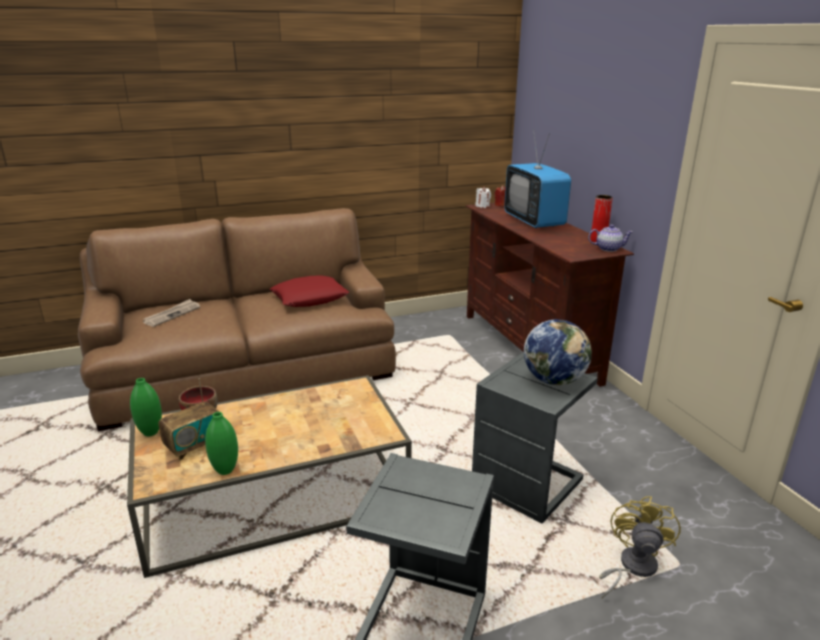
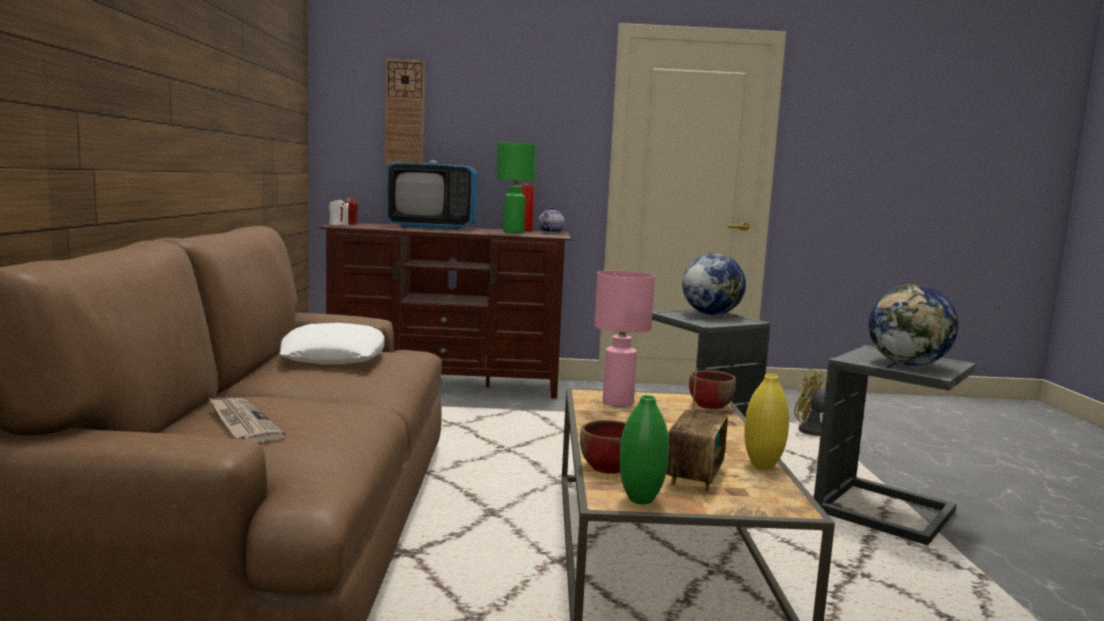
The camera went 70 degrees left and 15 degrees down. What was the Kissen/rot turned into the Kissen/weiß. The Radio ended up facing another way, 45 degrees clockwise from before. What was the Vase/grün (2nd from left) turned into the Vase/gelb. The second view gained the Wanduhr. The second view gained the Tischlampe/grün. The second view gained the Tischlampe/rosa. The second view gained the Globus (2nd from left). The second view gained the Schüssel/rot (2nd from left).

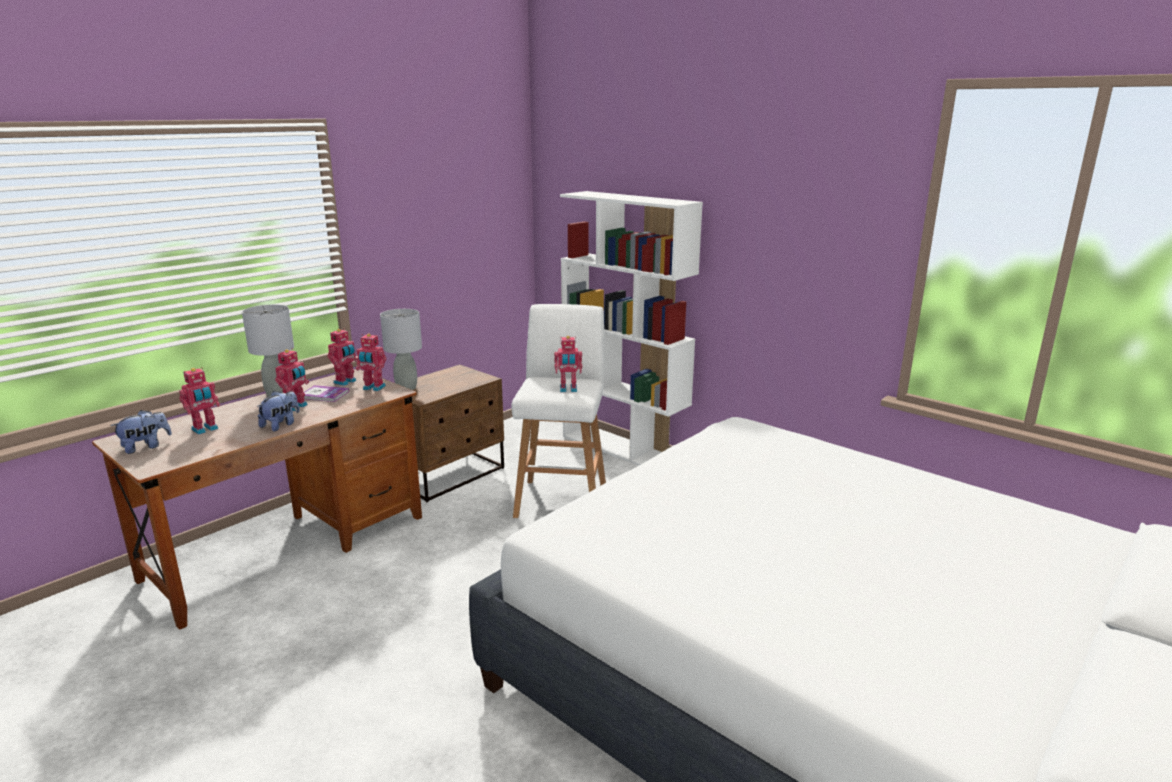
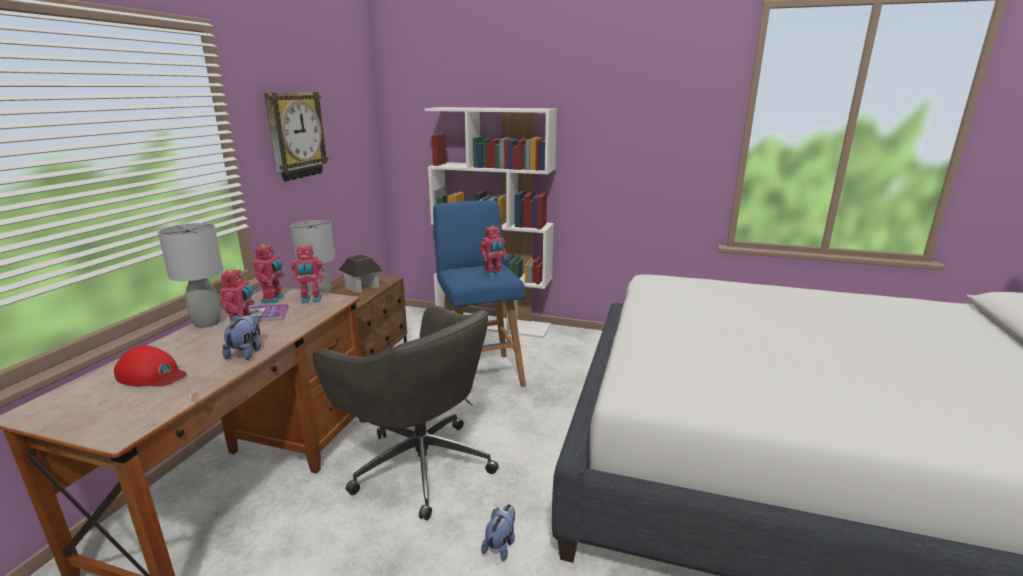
The camera went 25 degrees left and 0 degrees up. What was the Hocker/weiß turned into the Hocker/blau. Where the Spielzeugroboter (1st from left) stood, the Kappe/rot came to stand. The Plüschtier (1st from left in the first image) ended up elsewhere. The second view gained the Wanduhr. The second view gained the Spielzeughaus. The second view gained the Bürostuhl/grau.

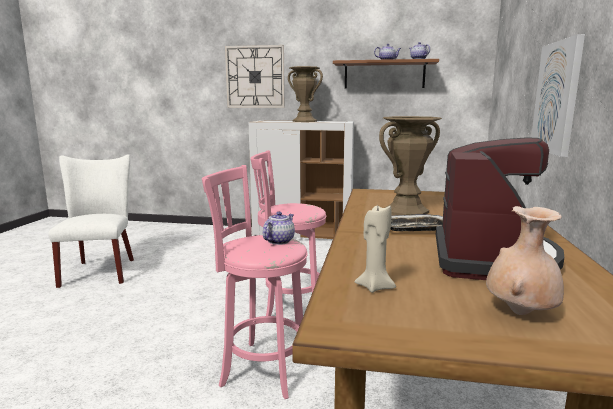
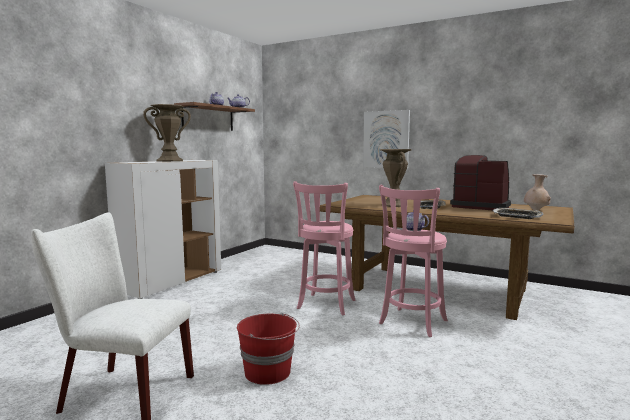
The camera went 70 degrees left and 5 degrees down. The second view lost the Wanduhr. Where the Kerze/beige stood, the Tablett (2nd from left) came to stand. The second view gained the Eimer/rot.

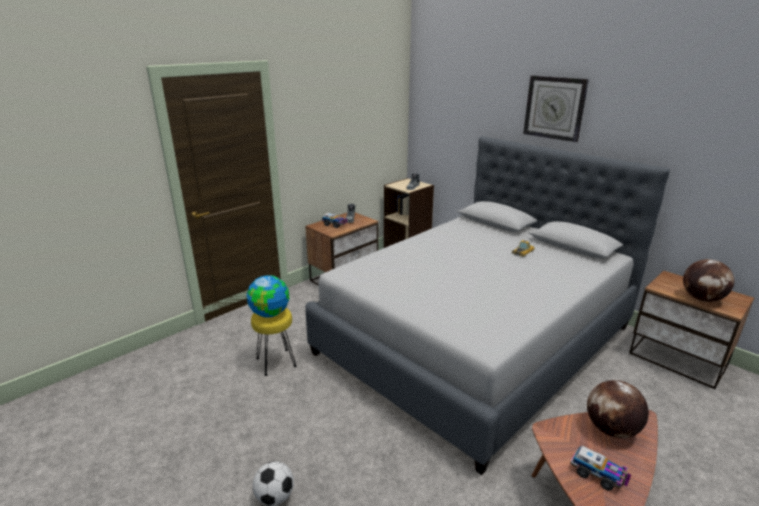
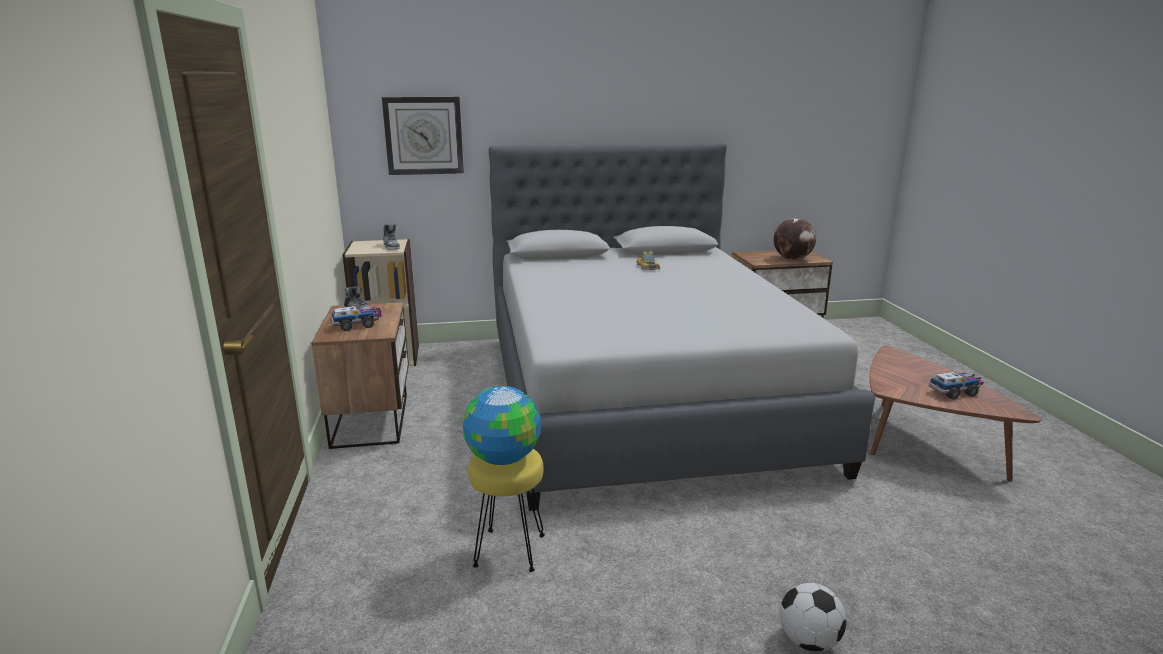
The camera went 55 degrees left and 5 degrees down. The Wanduhr ended up elsewhere. The second view lost the Globus (2nd from left).

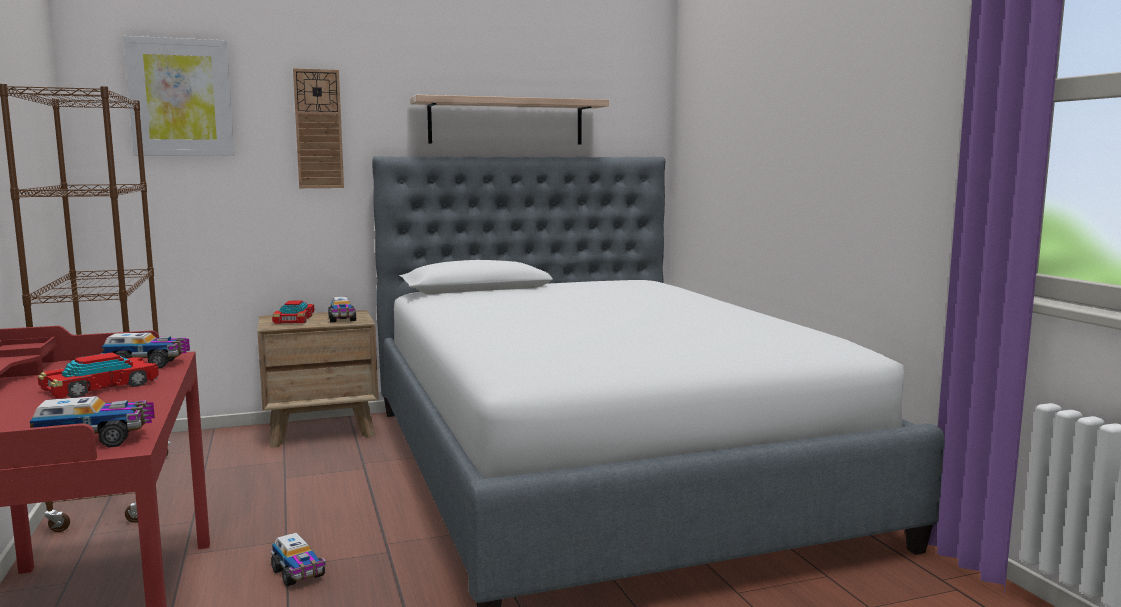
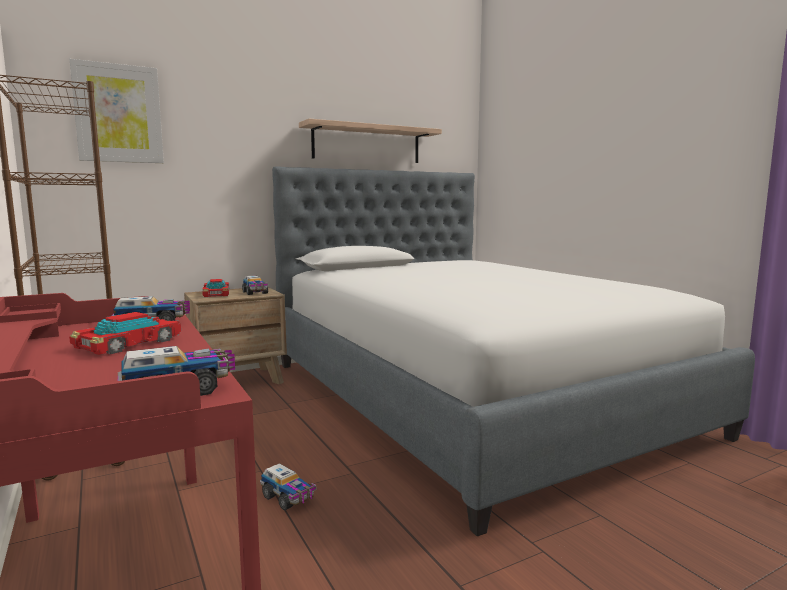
The camera went 10 degrees left and 0 degrees up. The second view lost the Wanduhr.

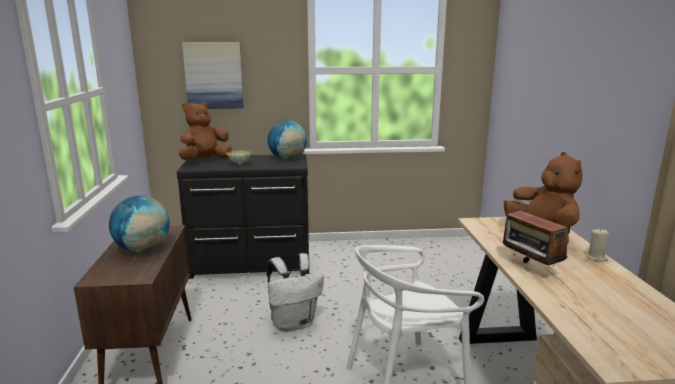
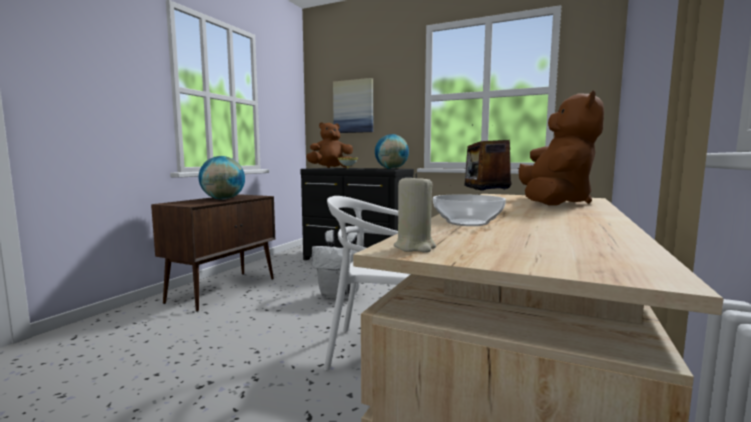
The camera went 30 degrees right and 10 degrees down. The Kerze/beige ended up elsewhere. The second view gained the Schüssel (2nd from left).

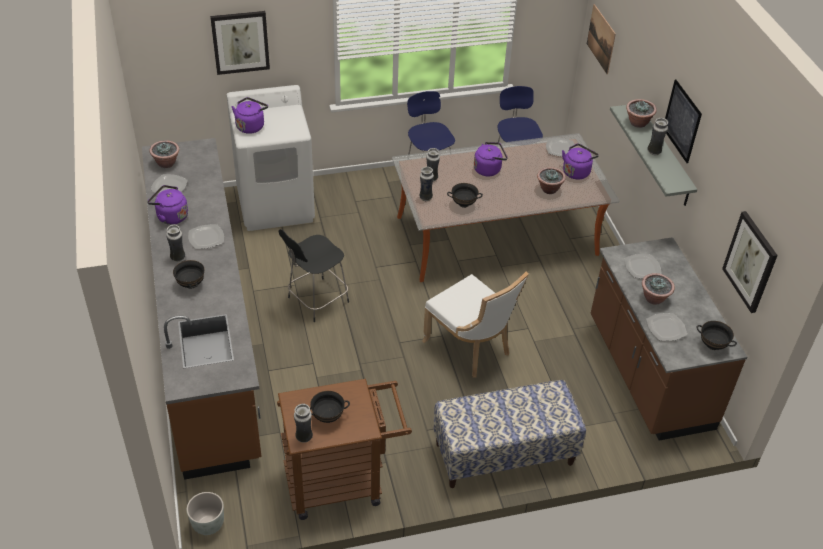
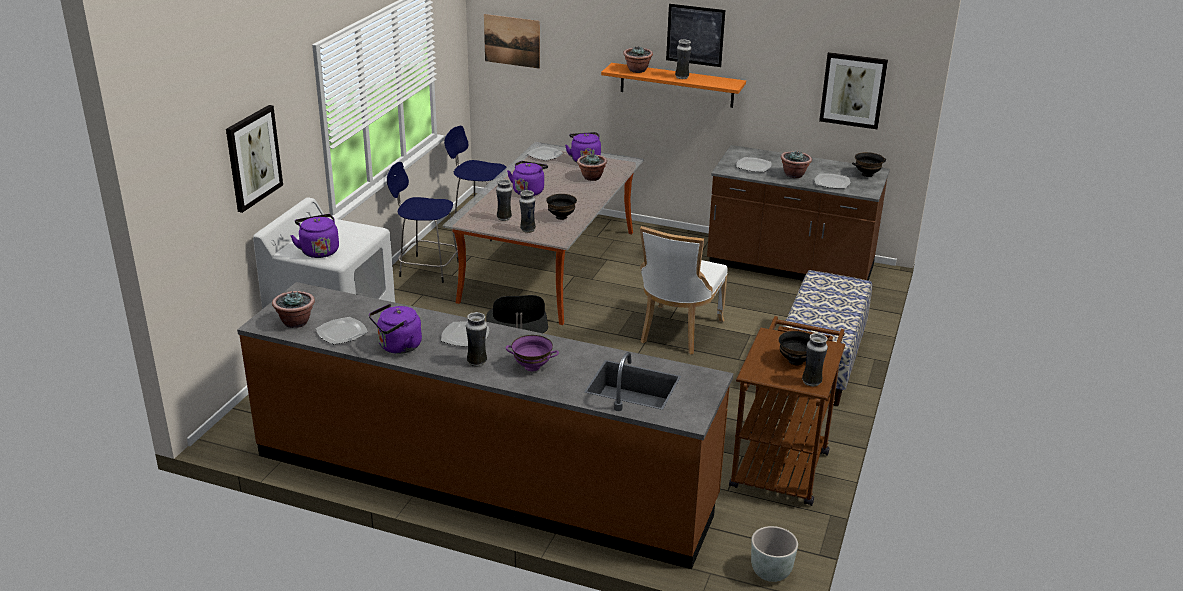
The camera went 55 degrees left and 15 degrees down. What was the Wandregal/grau turned into the Wandregal/orange. What was the Schüssel/schwarz (1st from left) turned into the Schüssel/lila. The Stuhl/weiß ended up facing another way, 120 degrees clockwise from before.

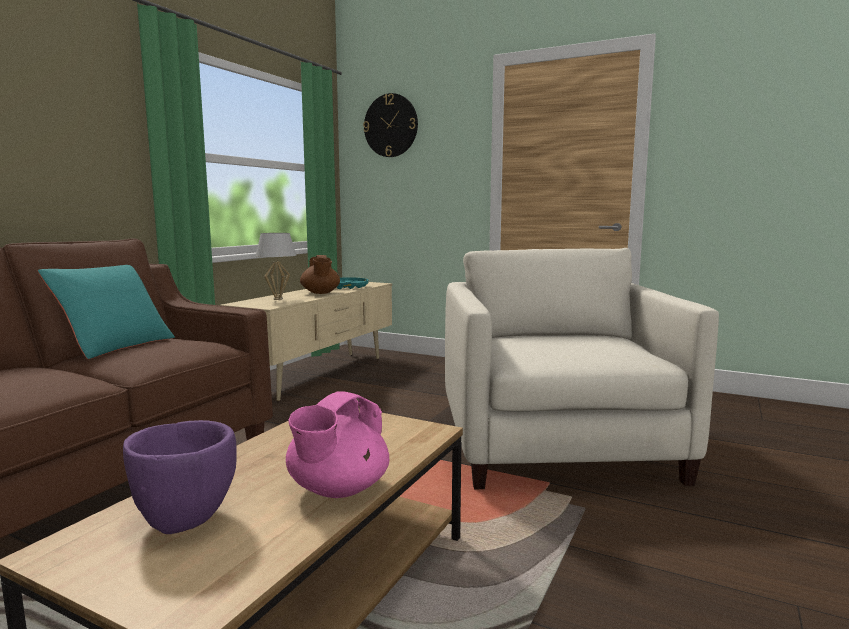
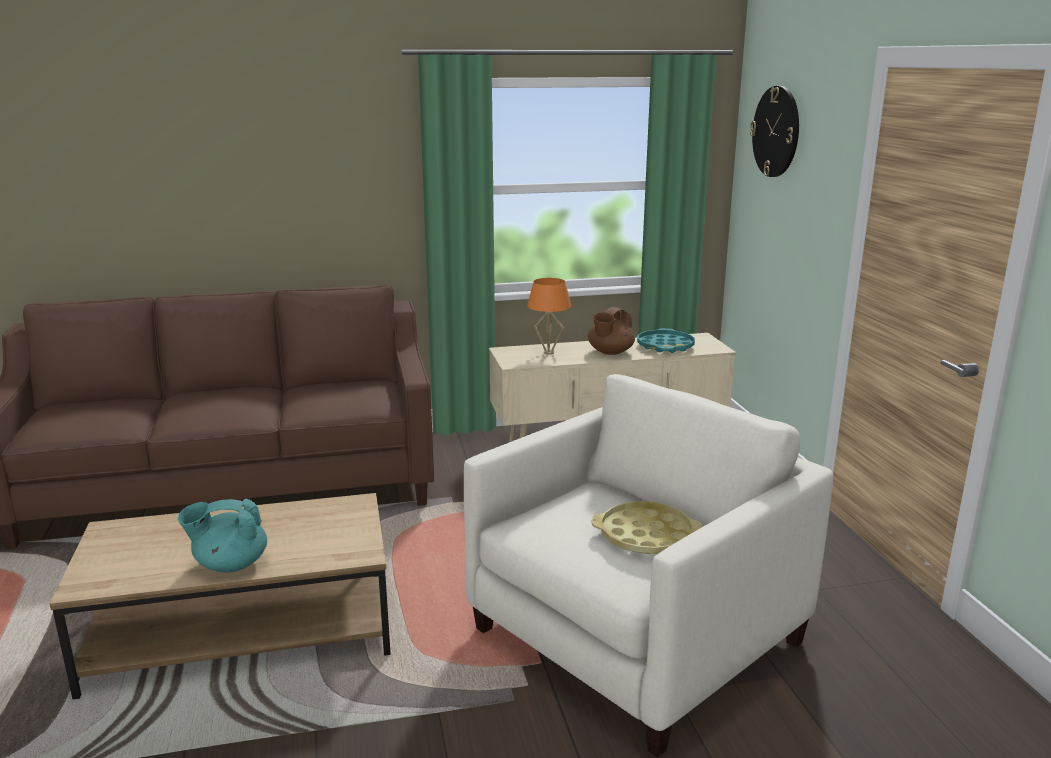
The camera went 50 degrees right and 10 degrees up. What was the Tischlampe/weiß turned into the Tischlampe/orange. The second view lost the Kissen/türkis. What was the Teekanne/rosa turned into the Teekanne/türkis. The second view lost the Schüssel/lila. The second view gained the Tablett/gelb.

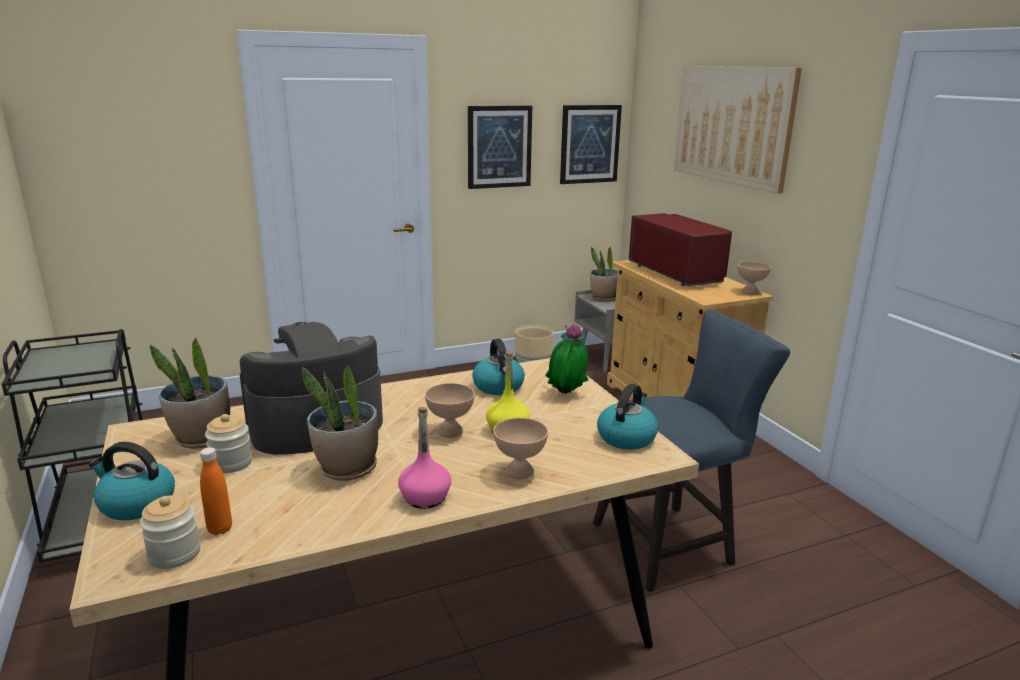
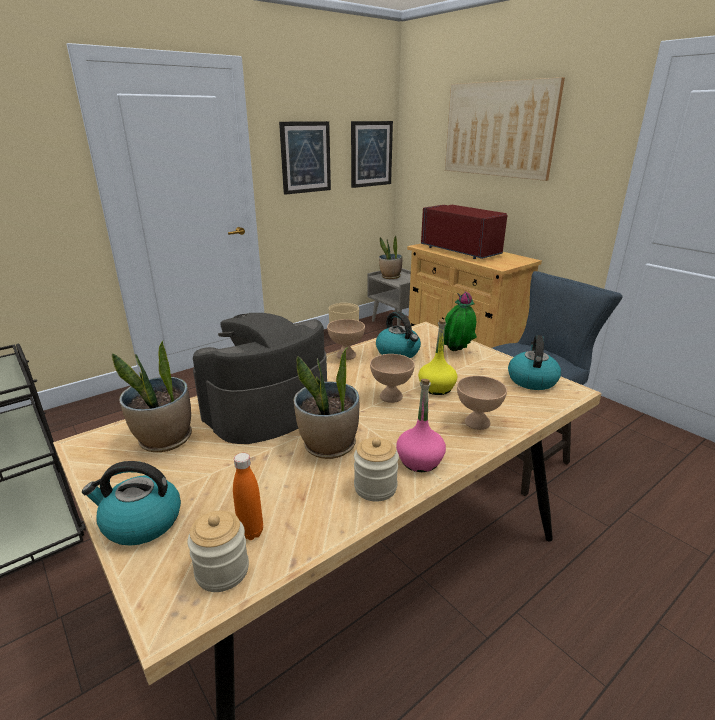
The camera went 15 degrees left and 5 degrees up. The Schüssel/beige (3rd from left in the first image) ended up elsewhere. The Vorratsglas (2nd from left) ended up elsewhere.

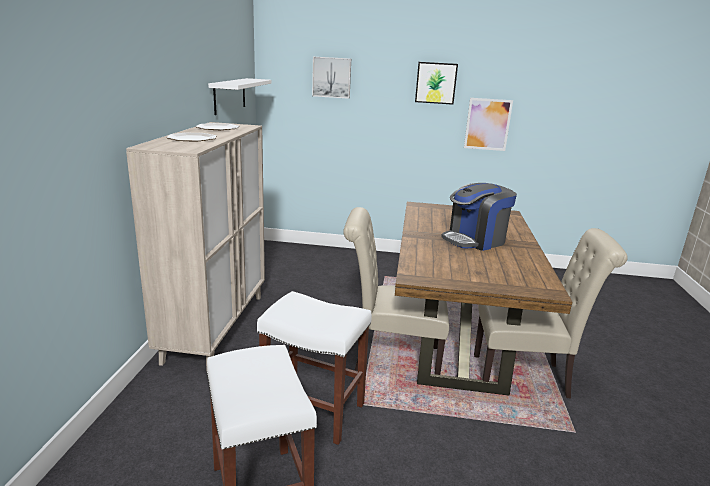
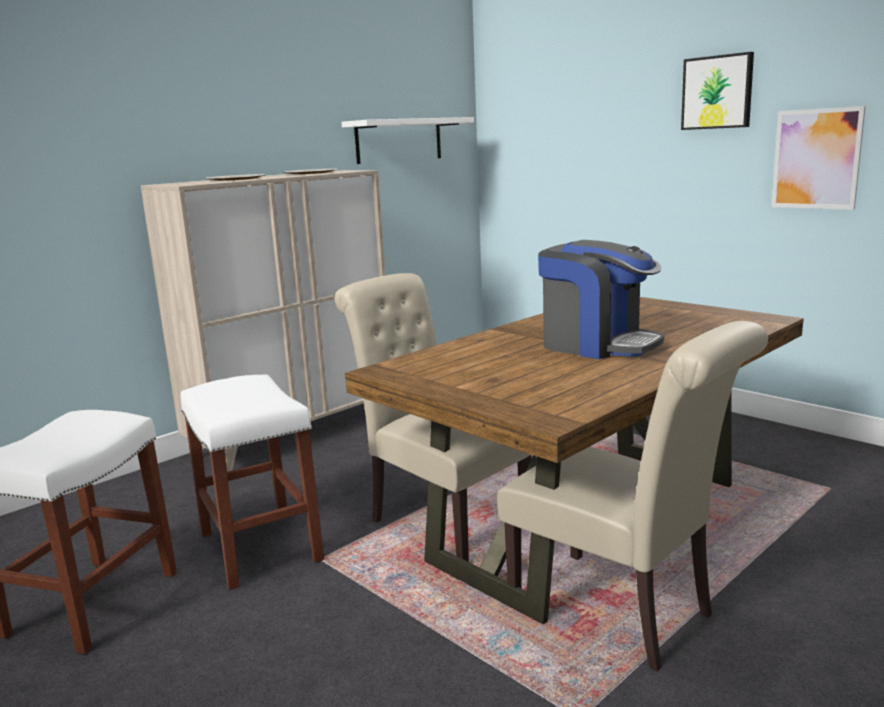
The camera went 40 degrees right and 5 degrees down. The second view lost the Bild (1st from left). The Kaffeemaschine ended up facing another way, 150 degrees counterclockwise from before.

